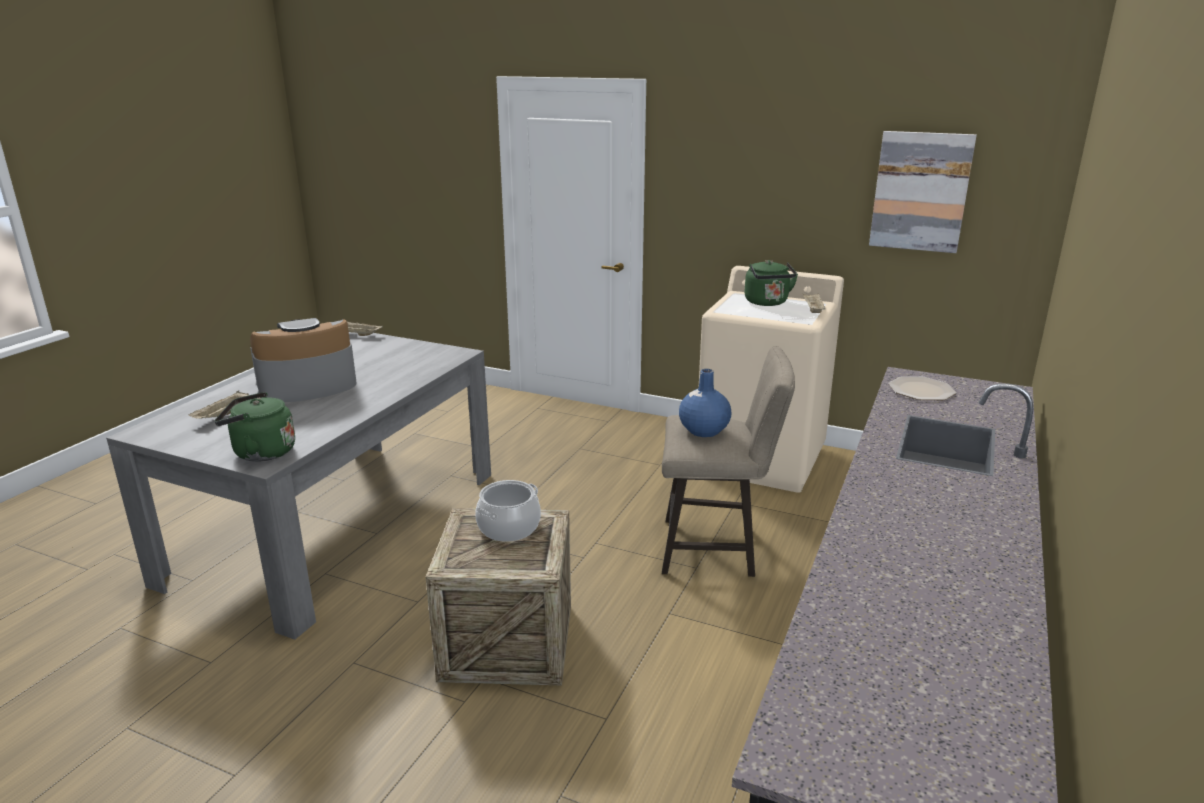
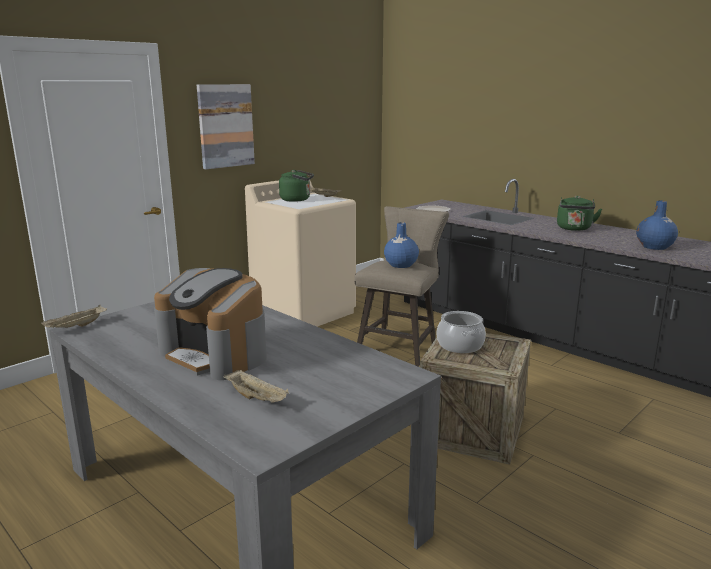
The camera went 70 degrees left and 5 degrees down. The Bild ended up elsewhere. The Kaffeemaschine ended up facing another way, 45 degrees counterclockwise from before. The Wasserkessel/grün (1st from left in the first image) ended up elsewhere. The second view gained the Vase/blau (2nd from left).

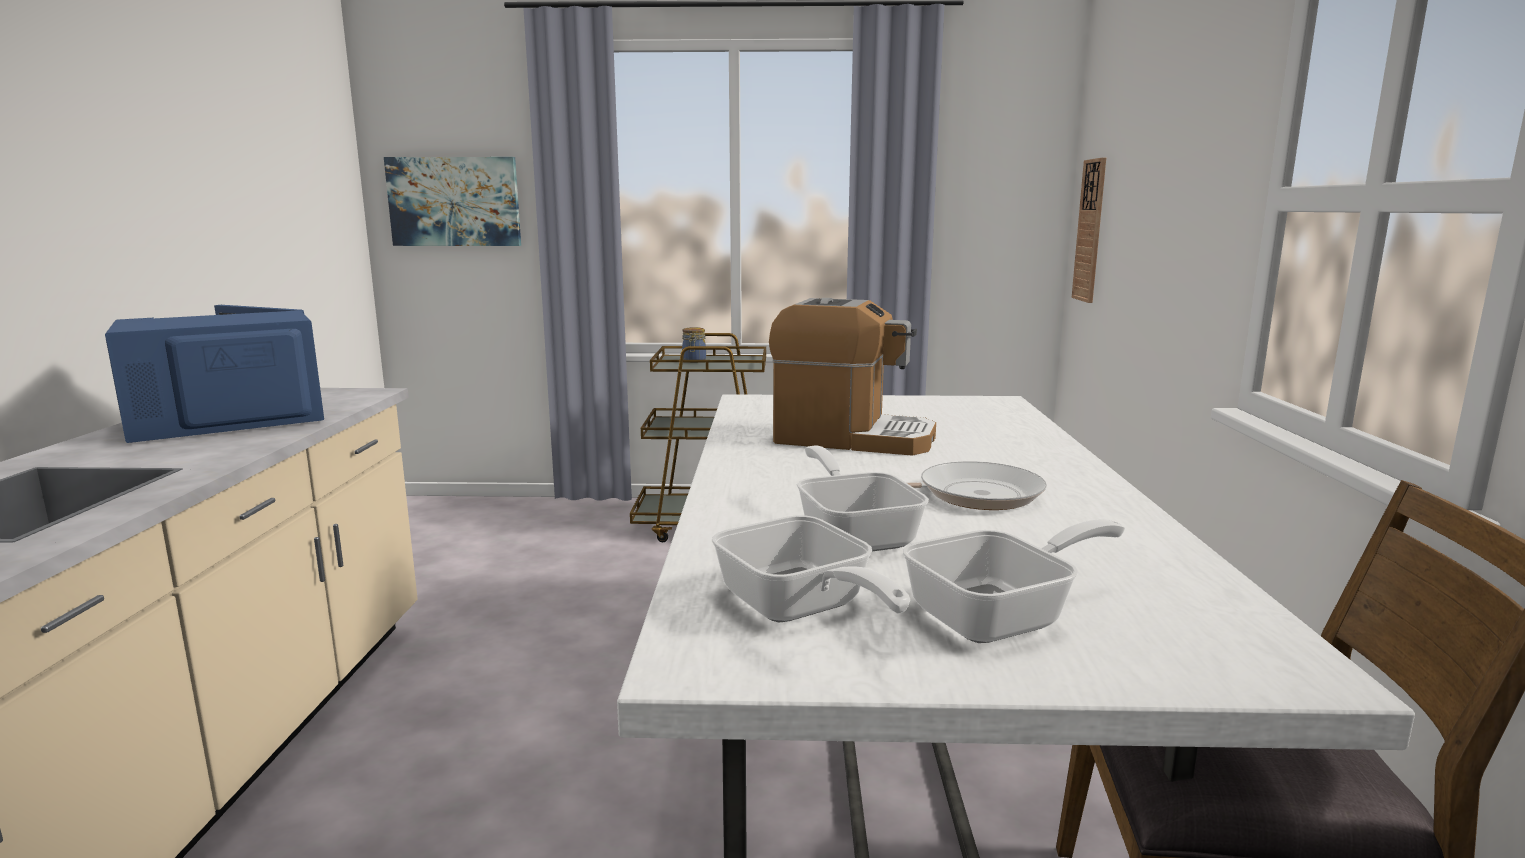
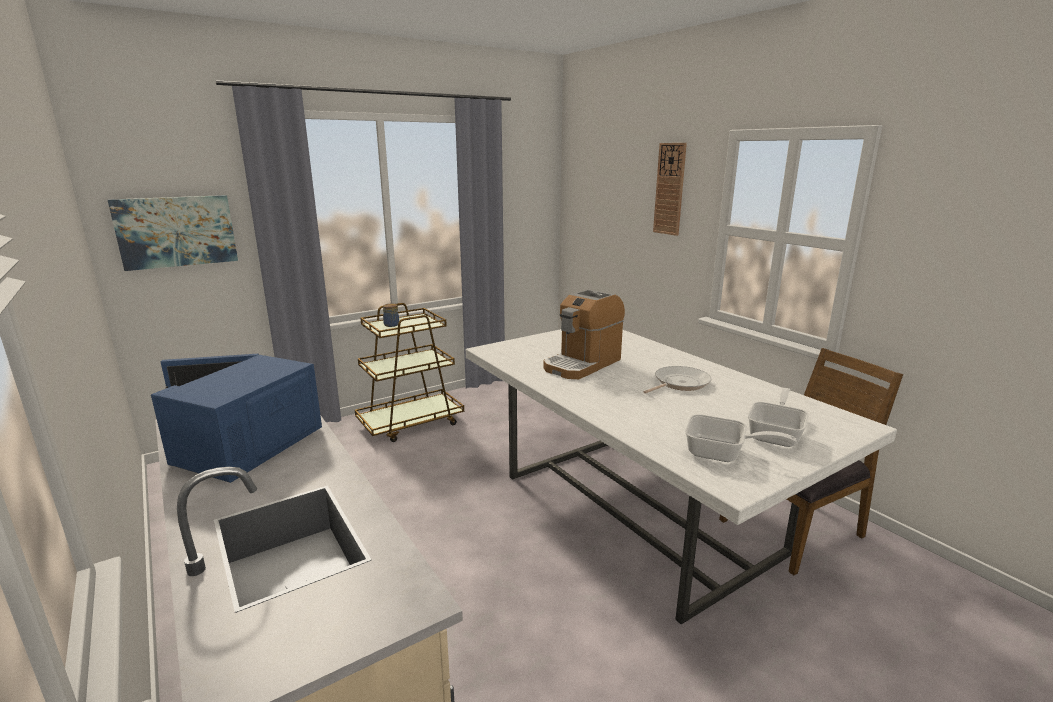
The camera went 35 degrees left and 5 degrees up. The Wanduhr ended up elsewhere. The Kaffeemaschine ended up facing another way, 150 degrees clockwise from before. The second view lost the Pfanne (2nd from left).

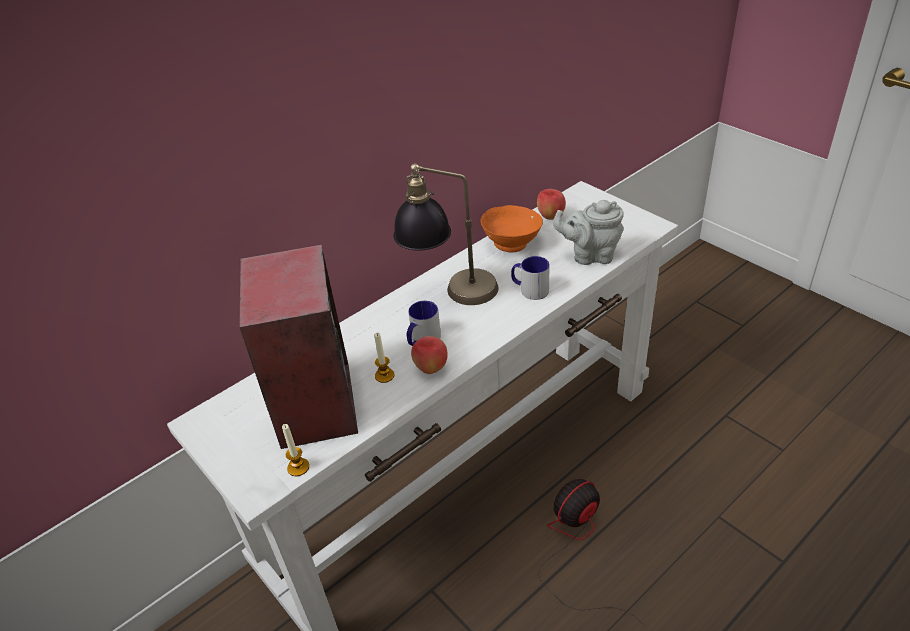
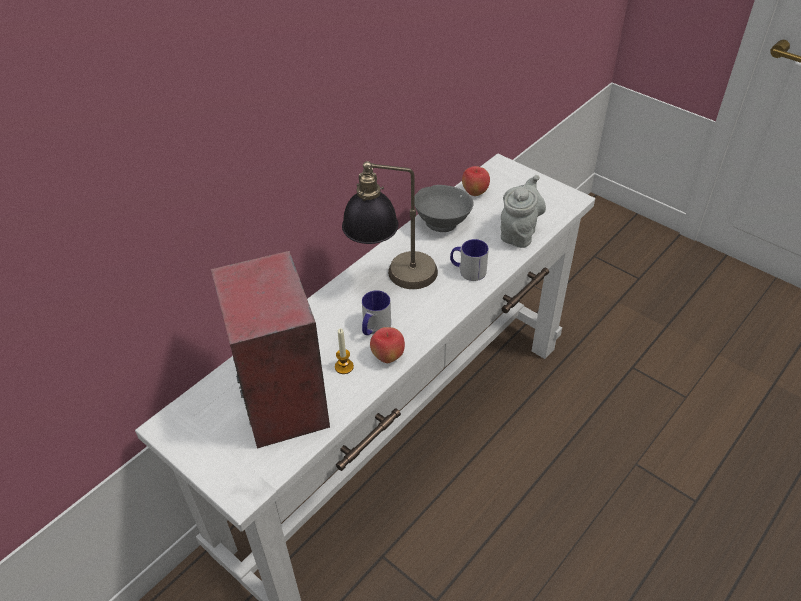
The camera went 10 degrees left and 5 degrees up. The Teekanne/grau ended up facing another way, 120 degrees clockwise from before. What was the Schüssel/orange turned into the Schüssel/grau. The second view lost the Kerze (1st from left). The second view lost the Ventilator.

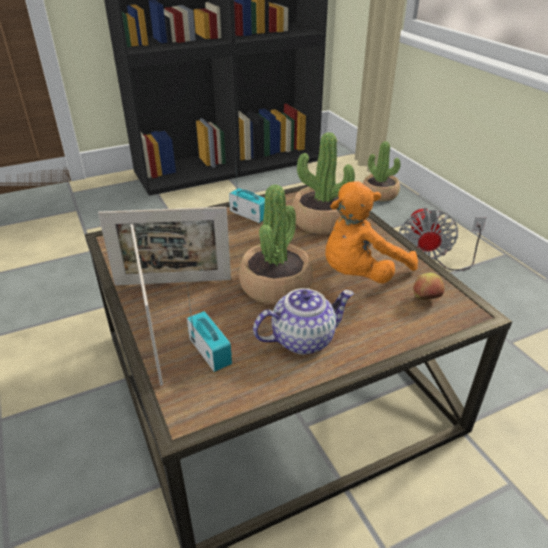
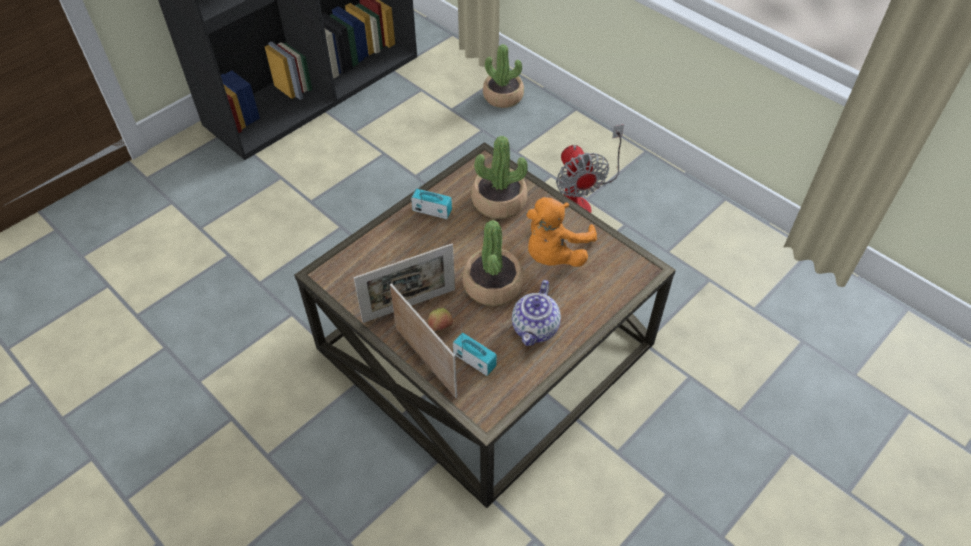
The camera went 20 degrees left and 15 degrees up. The Apfel ended up elsewhere. The Teekanne ended up facing another way, 150 degrees clockwise from before.

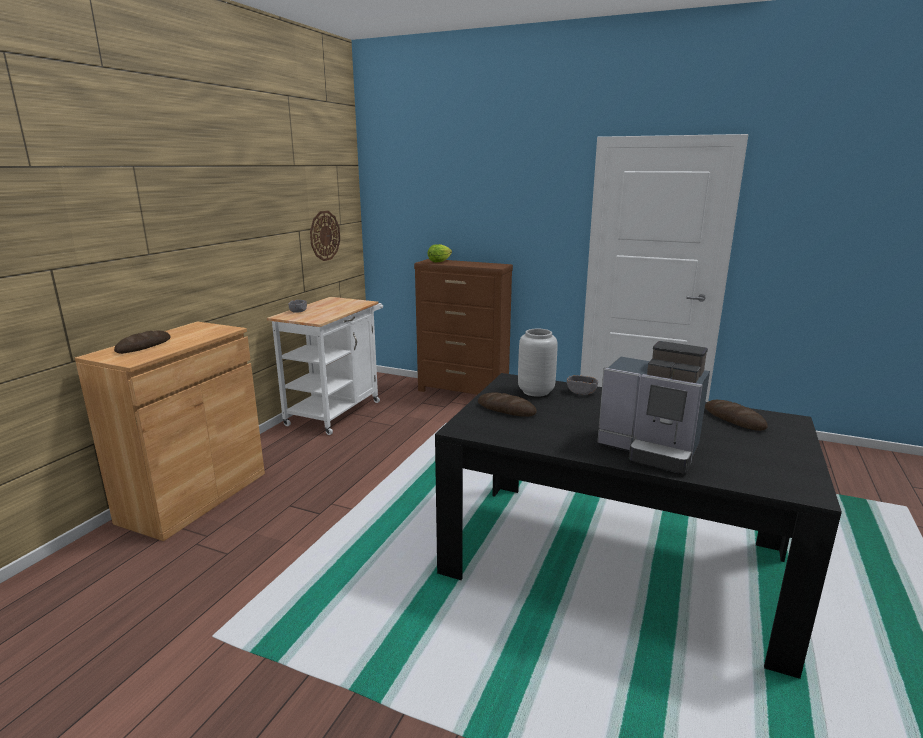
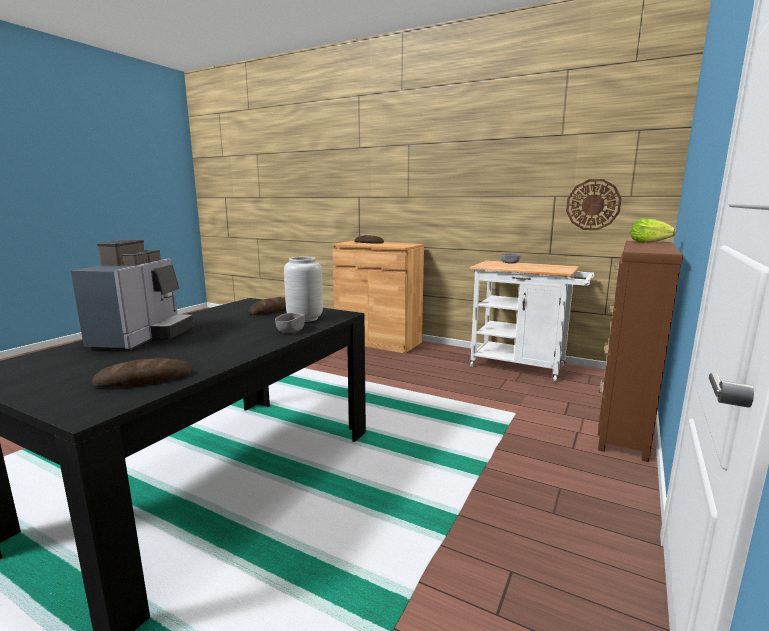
The camera went 95 degrees right and 5 degrees down. The Kaffeemaschine ended up facing another way, 150 degrees clockwise from before.

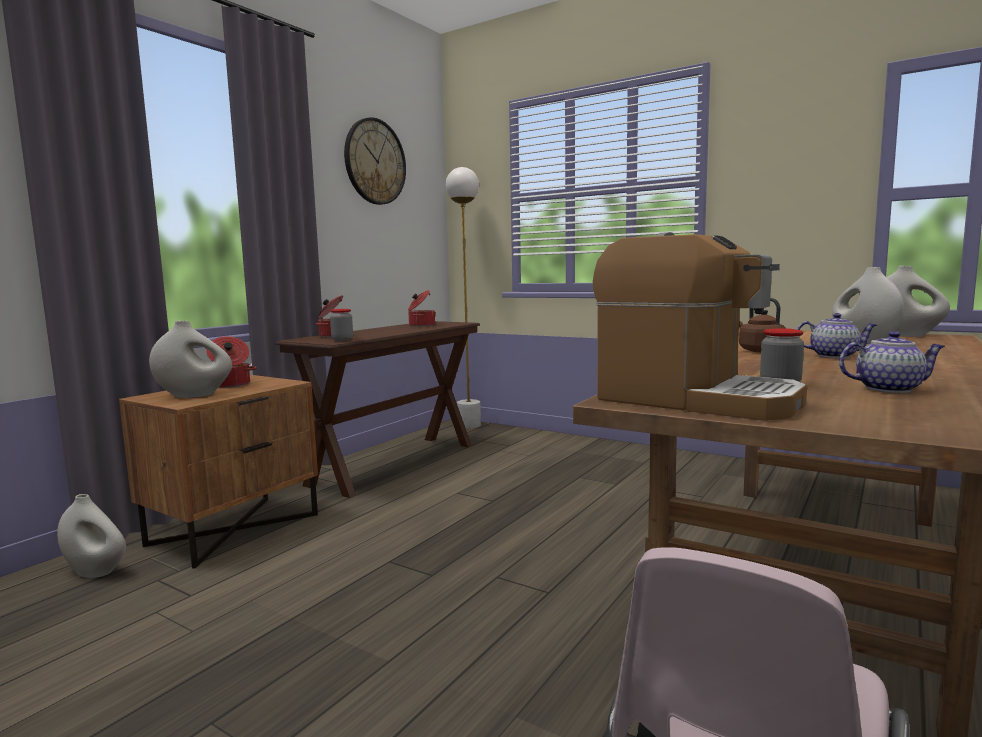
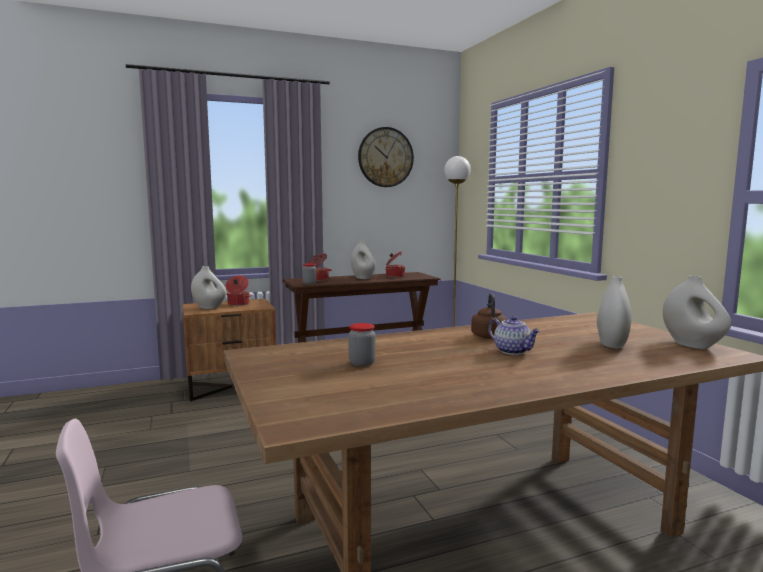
The camera went 35 degrees right and 0 degrees up. The second view lost the Kaffeemaschine. The second view lost the Teekanne (2nd from left). The Vase/weiß (1st from left in the first image) ended up elsewhere.

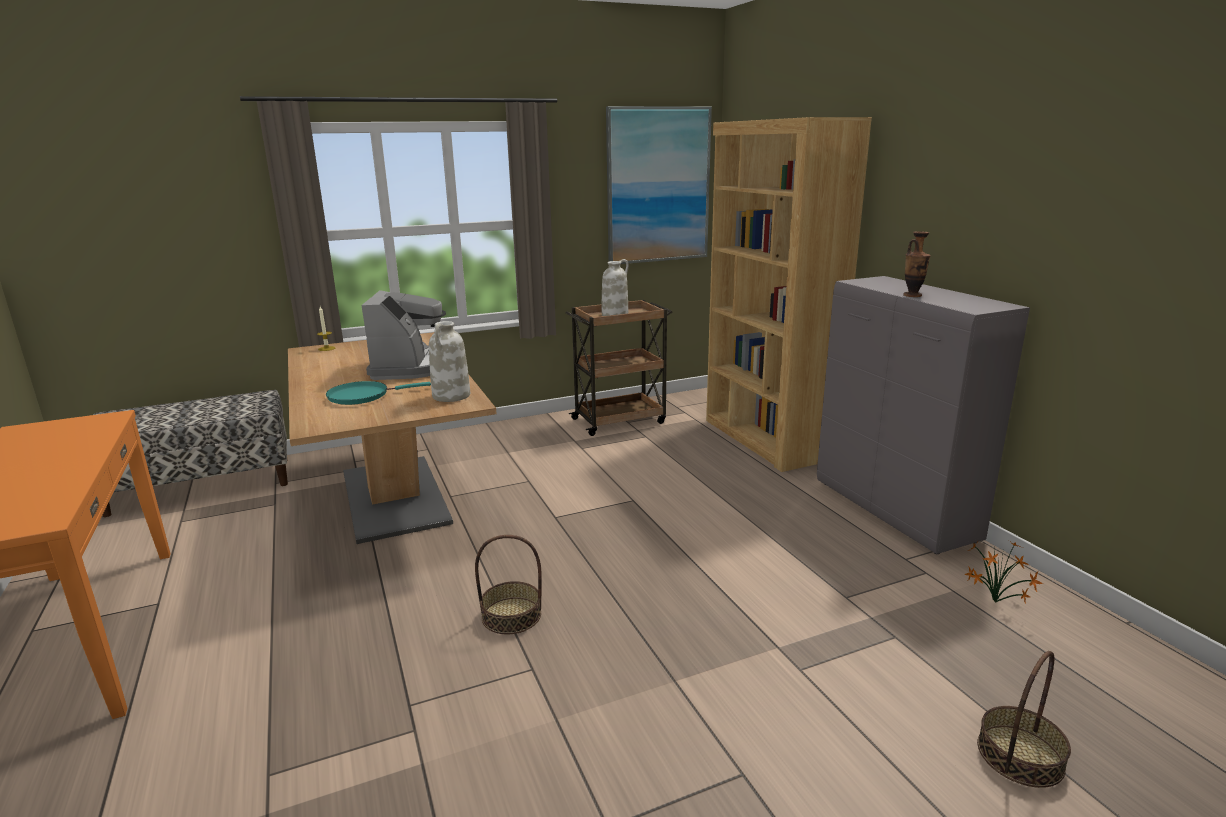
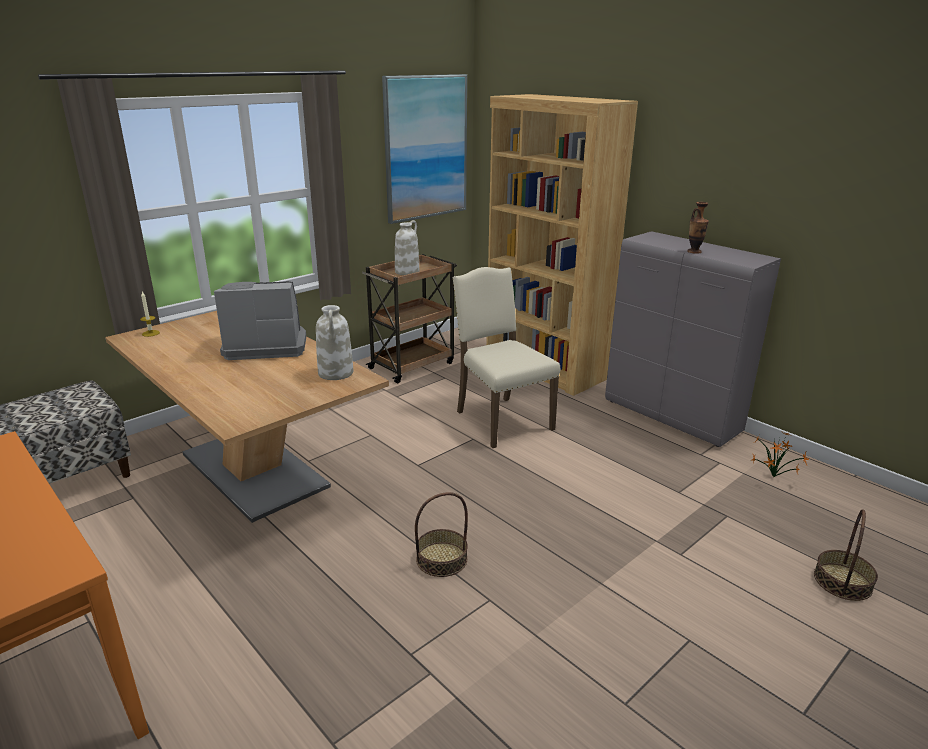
The camera went 20 degrees left and 5 degrees up. The Kaffeemaschine ended up facing another way, 75 degrees counterclockwise from before. The second view lost the Pfanne/türkis. The second view gained the Stuhl/beige.

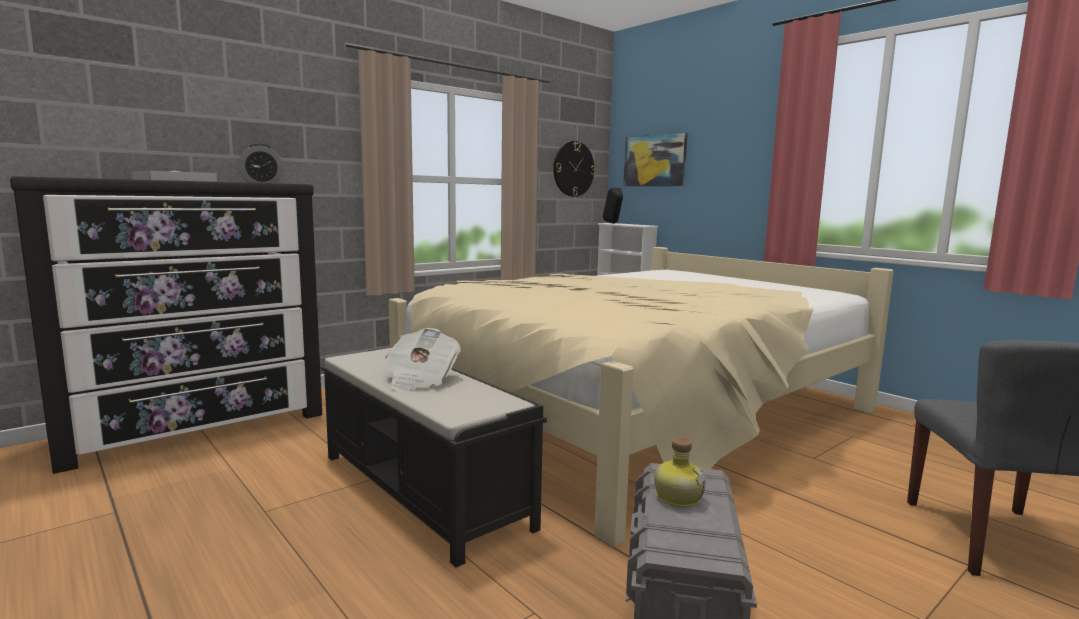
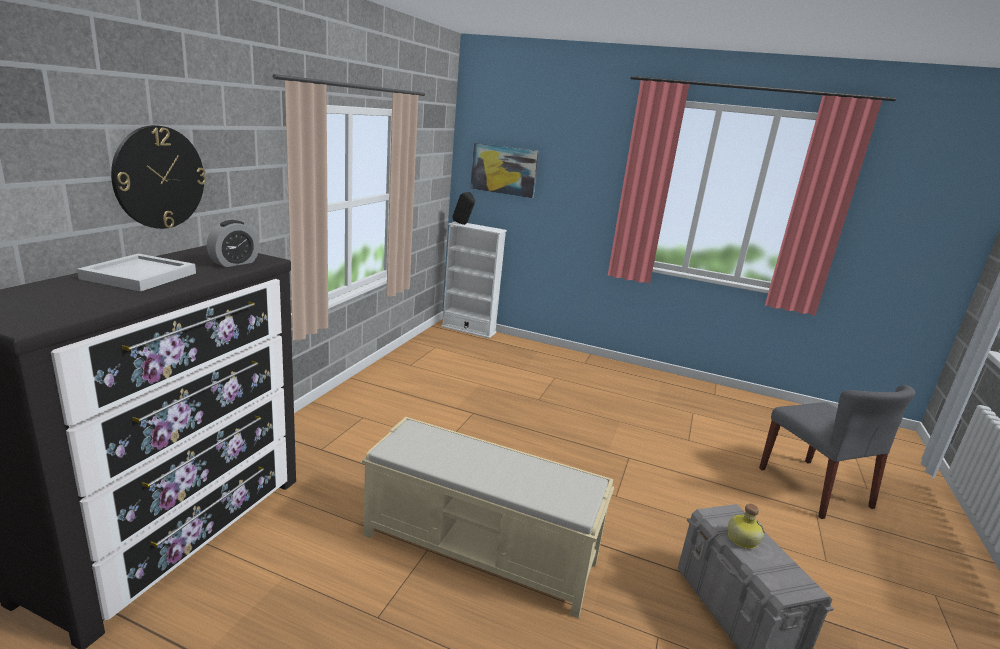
The camera went 30 degrees left and 10 degrees up. The Wanduhr ended up elsewhere. The second view lost the Bett/beige. The second view lost the Zeitung. What was the Bank/schwarz turned into the Bank/beige.

